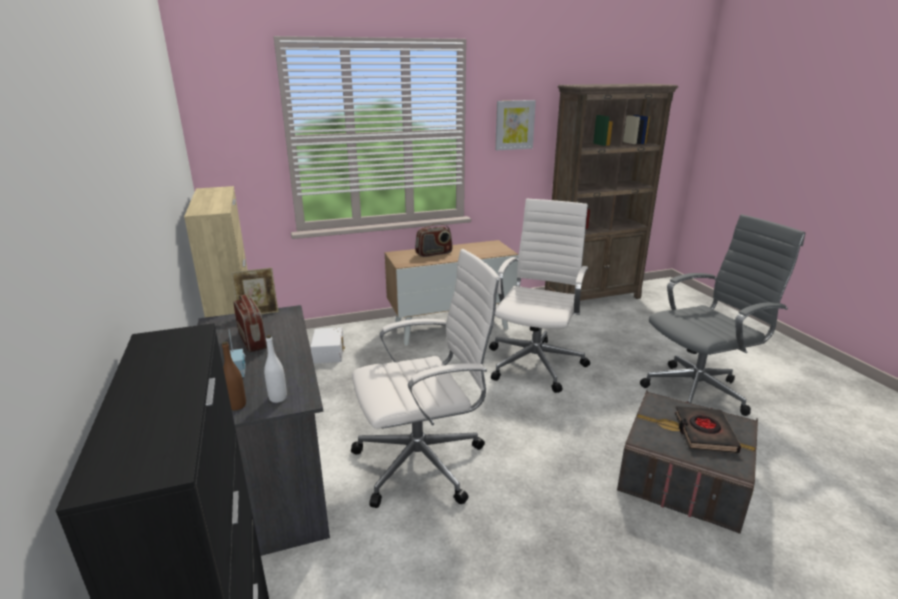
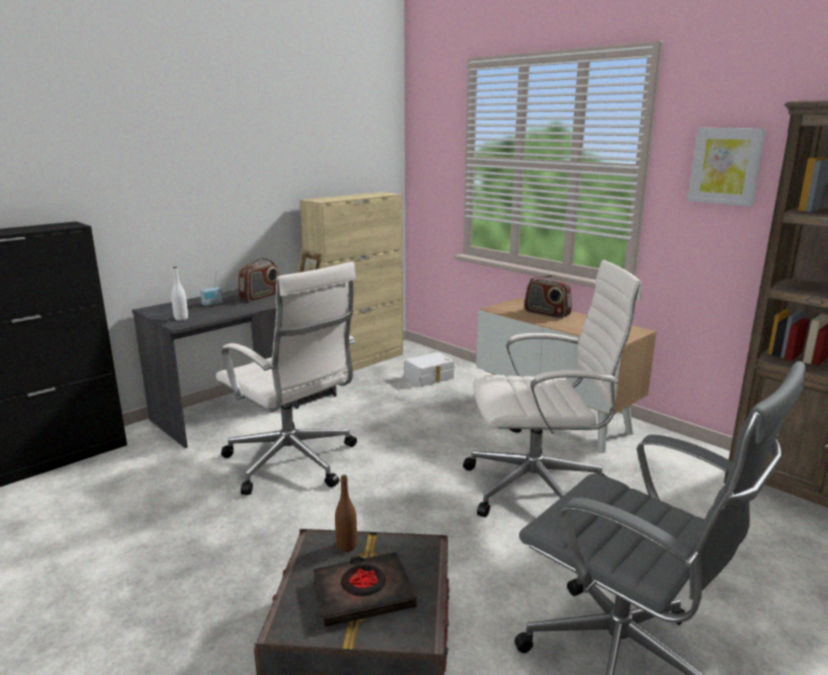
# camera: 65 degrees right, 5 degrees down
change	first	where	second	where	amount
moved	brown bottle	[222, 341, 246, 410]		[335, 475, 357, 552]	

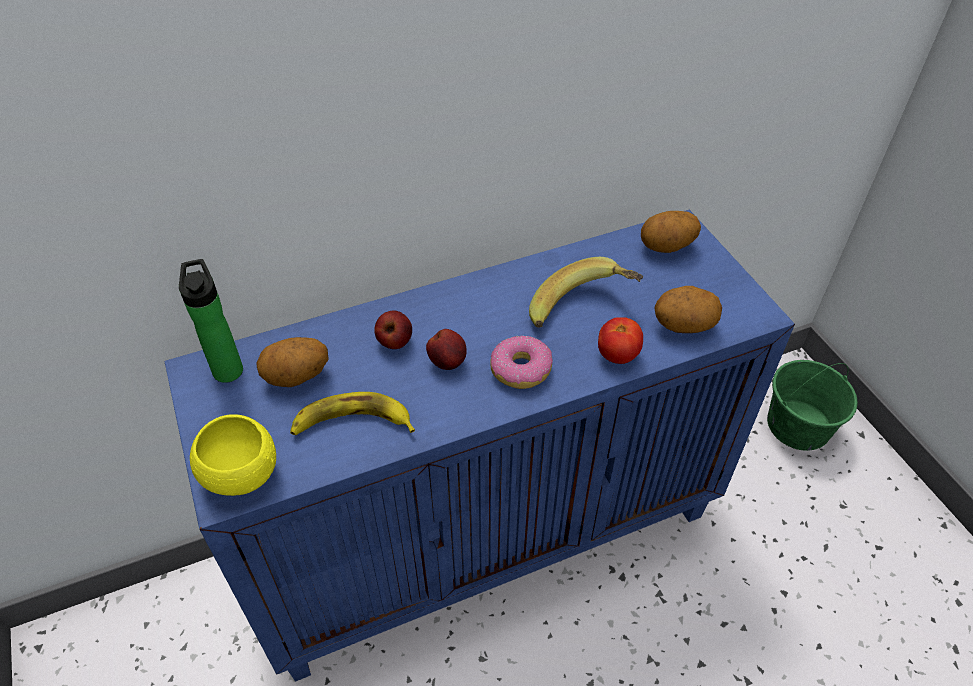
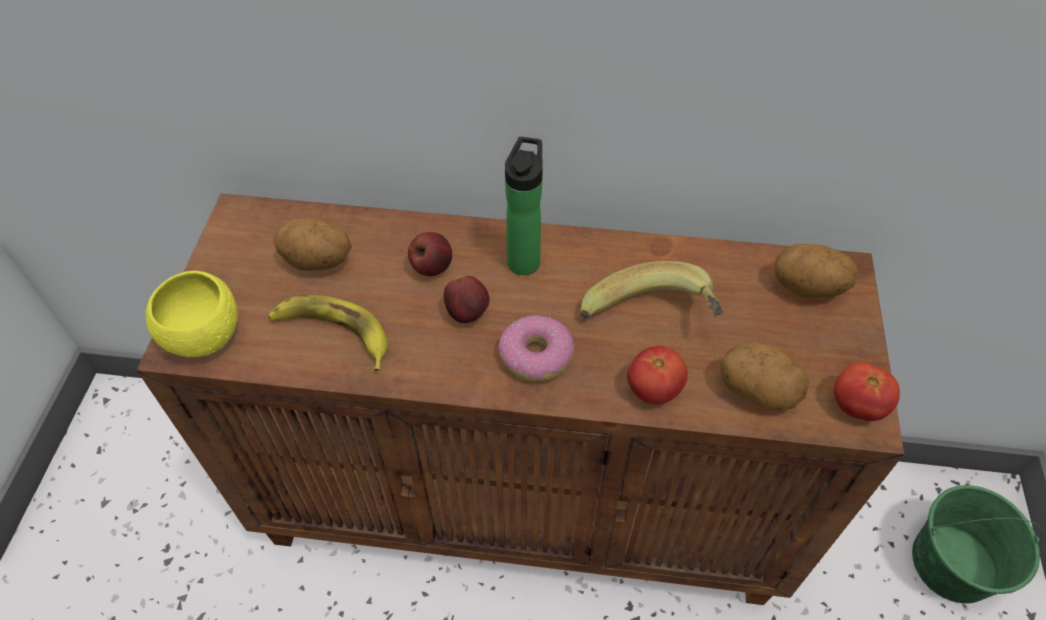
# camera: 30 degrees right, 5 degrees up
change	first	where	second	where	amount
recoloured	blue cabinet	[164, 210, 795, 682]	brown cabinet	[137, 194, 904, 605]	
moved	bottle	[179, 259, 243, 383]		[505, 137, 543, 275]	
added			tomato	[834, 362, 900, 421]	

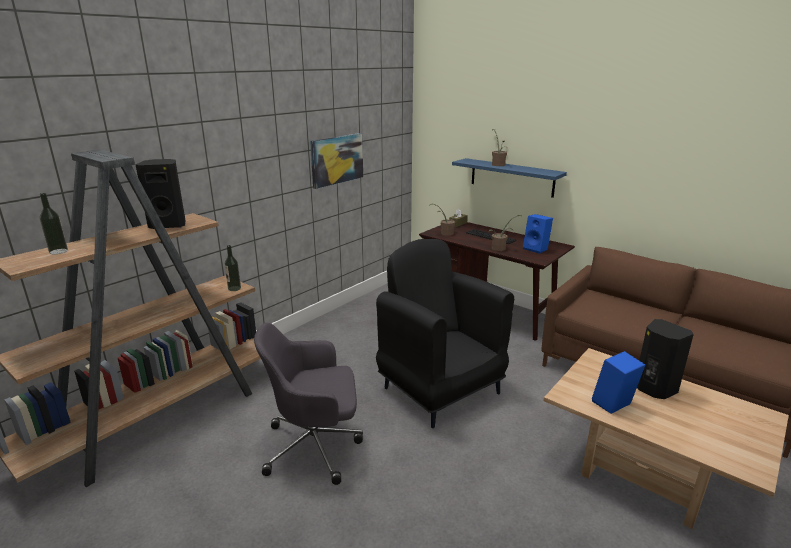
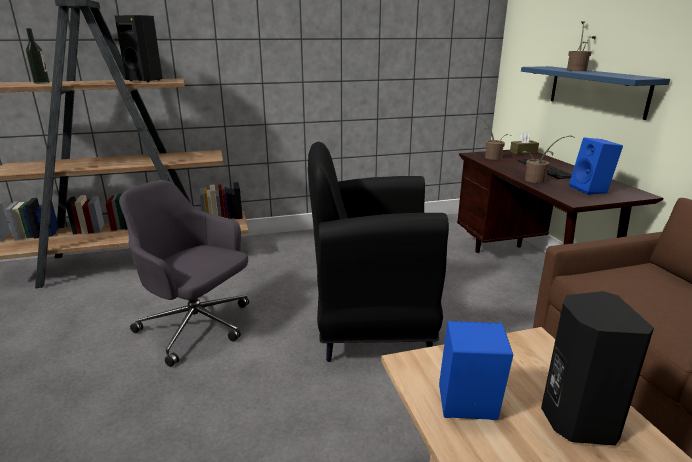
# camera: 35 degrees right, 0 degrees up
change	first	where	second	where	amount
turned	black armchair	[376, 239, 514, 428]		[308, 142, 449, 362]	90 degrees counterclockwise
removed	bottle	[225, 245, 241, 291]			
removed	picture	[310, 133, 363, 189]			

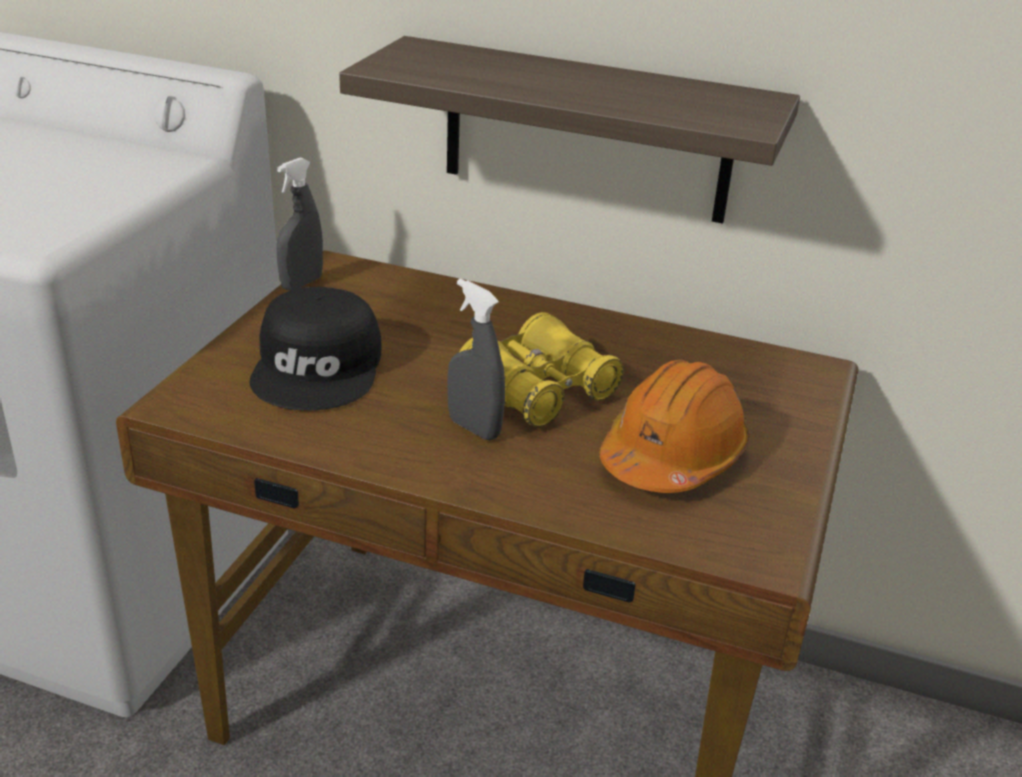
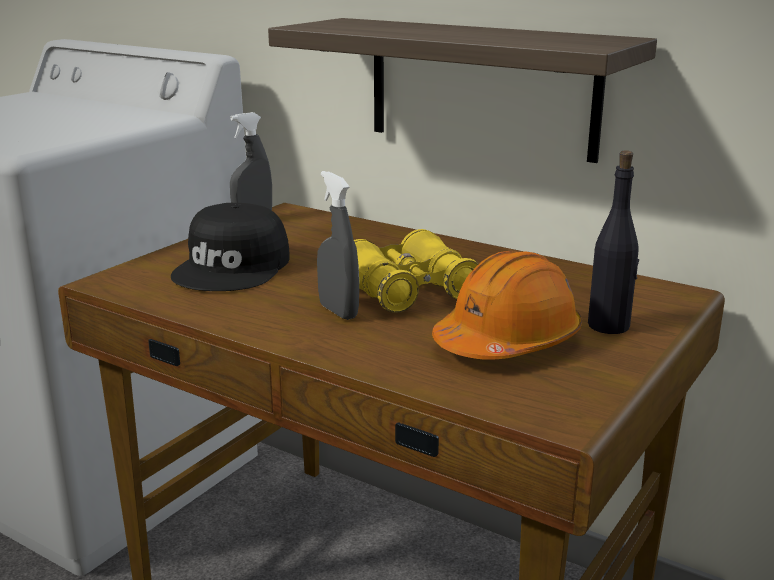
# camera: 15 degrees right, 10 degrees down
change	first	where	second	where	amount
added			black bottle	[588, 150, 639, 334]	

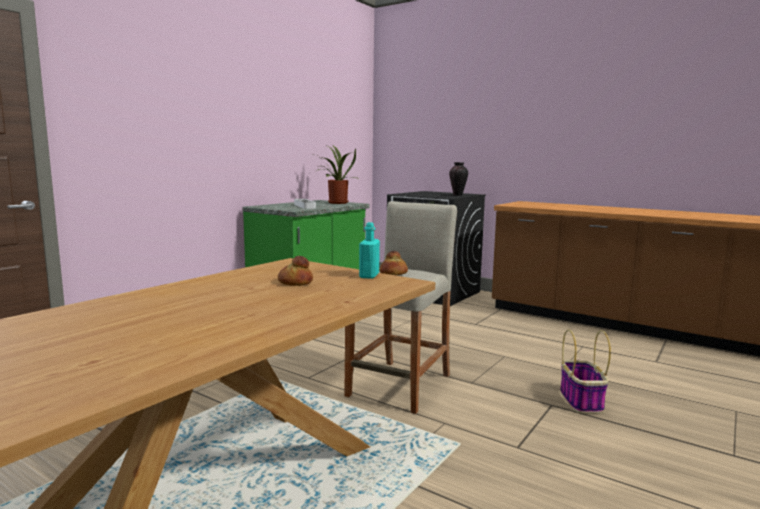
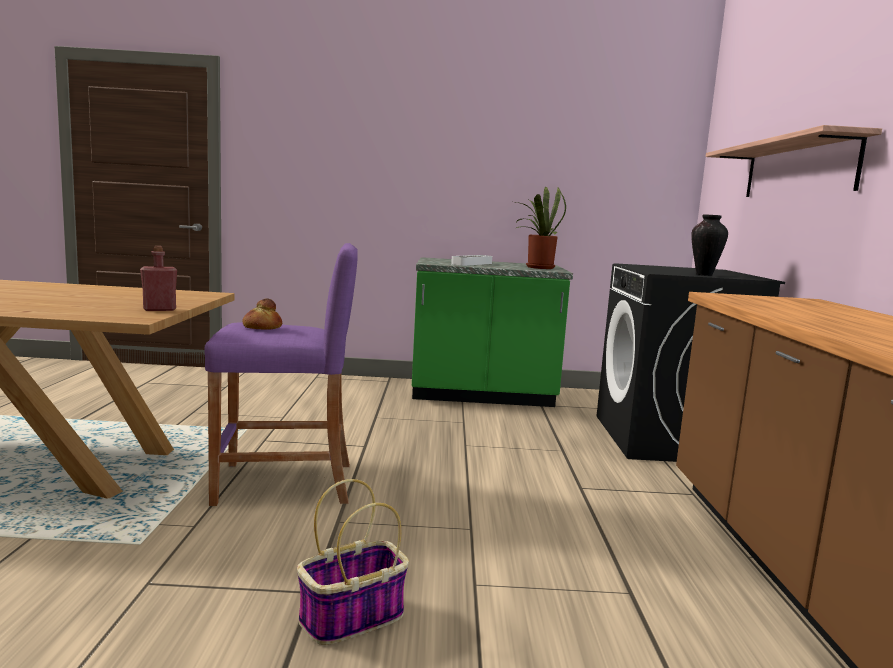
# camera: 55 degrees right, 0 degrees up
change	first	where	second	where	amount
recoloured	turquoise bottle	[359, 222, 380, 279]	red bottle	[140, 246, 177, 311]	
recoloured	beige stool	[344, 201, 457, 414]	purple stool	[204, 243, 358, 506]	
added			shelf	[706, 125, 882, 197]	
removed	bread	[278, 256, 313, 286]			

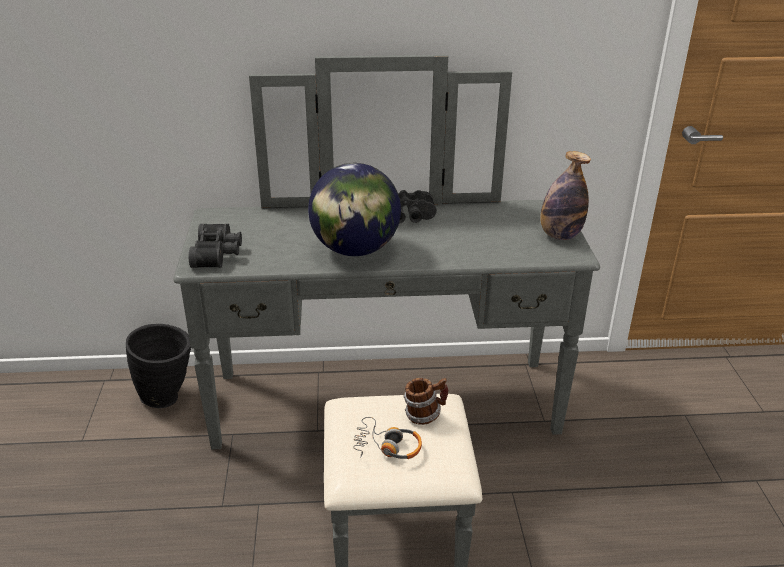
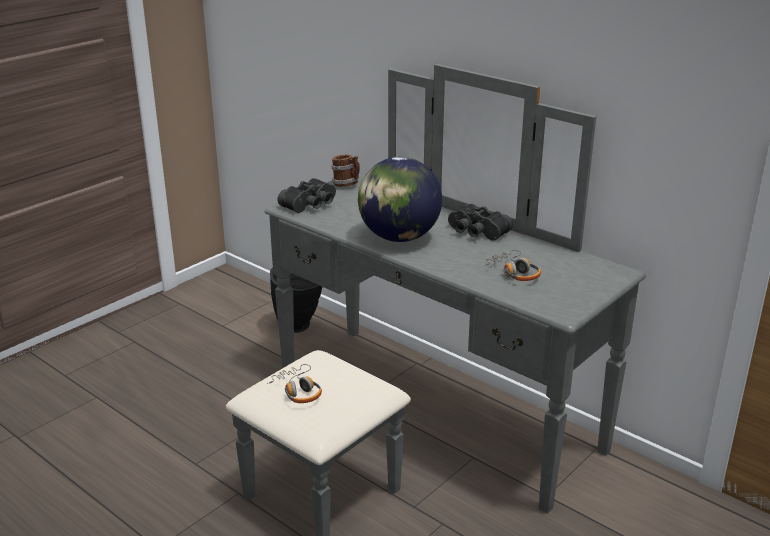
# camera: 45 degrees right, 5 degrees down
change	first	where	second	where	amount
moved	mug	[403, 378, 448, 425]		[331, 154, 360, 187]	
added			headphones	[484, 250, 541, 281]	
removed	bottle	[540, 151, 591, 240]			

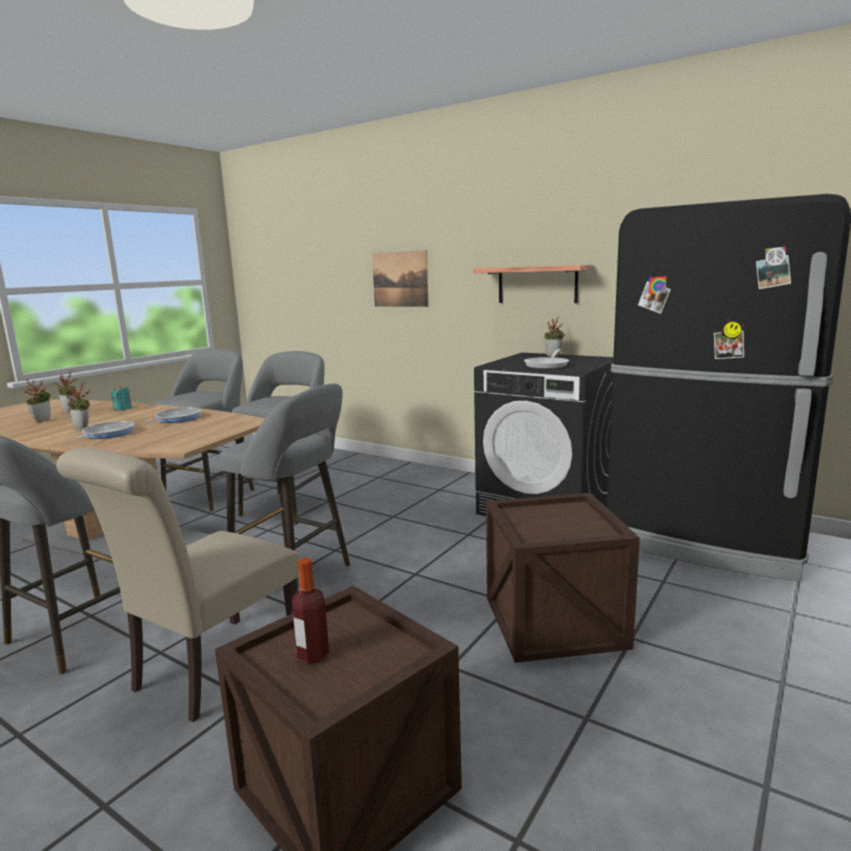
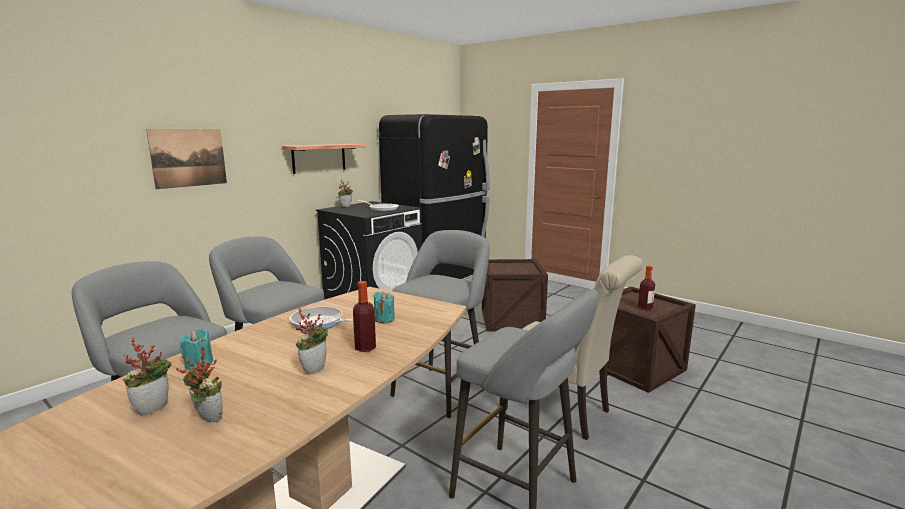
# camera: 85 degrees left, 0 degrees up
change	first	where	second	where	amount
replaced	frying pan	[76, 421, 135, 439]	bottle	[353, 281, 376, 352]	
added			turquoise candle	[373, 291, 395, 323]	

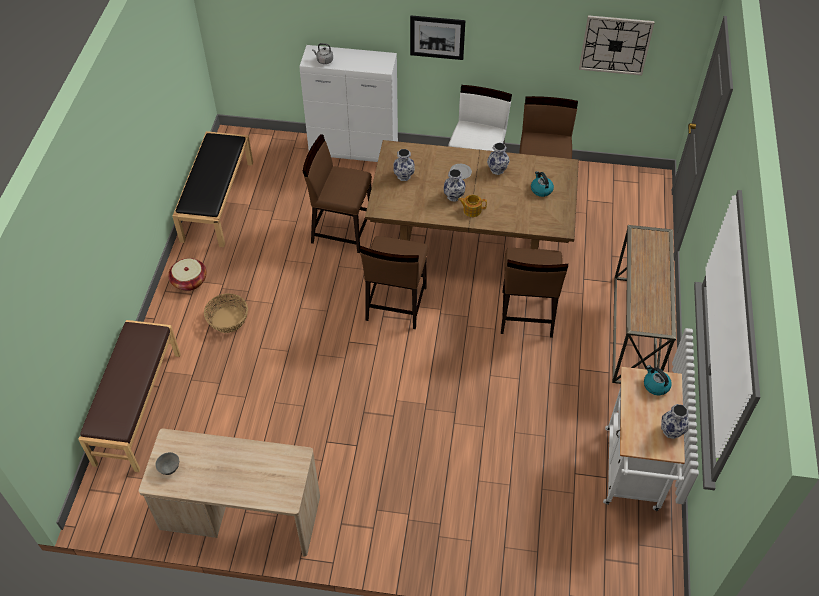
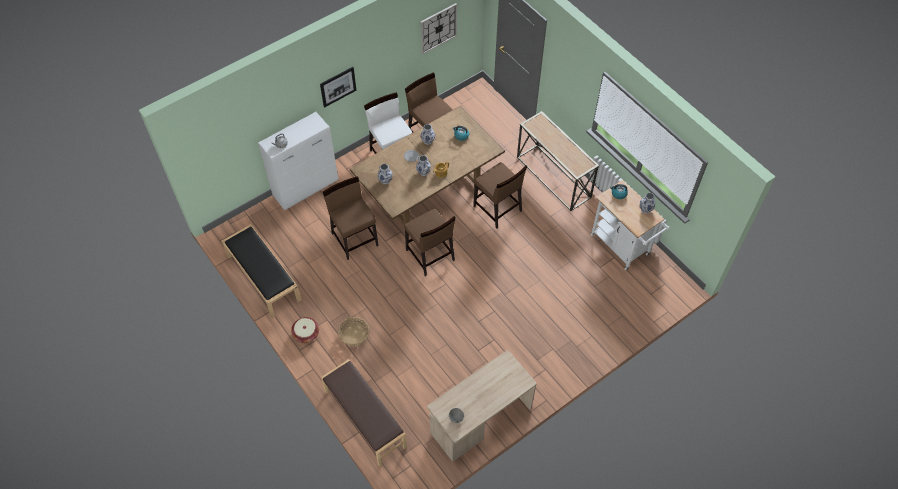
# camera: 45 degrees left, 5 degrees up
change	first	where	second	where	amount
turned	brown chair	[302, 134, 372, 253]		[323, 176, 378, 260]	90 degrees clockwise

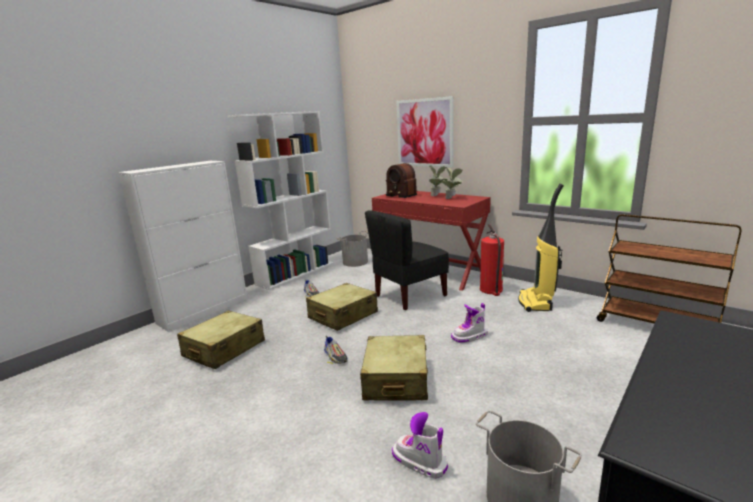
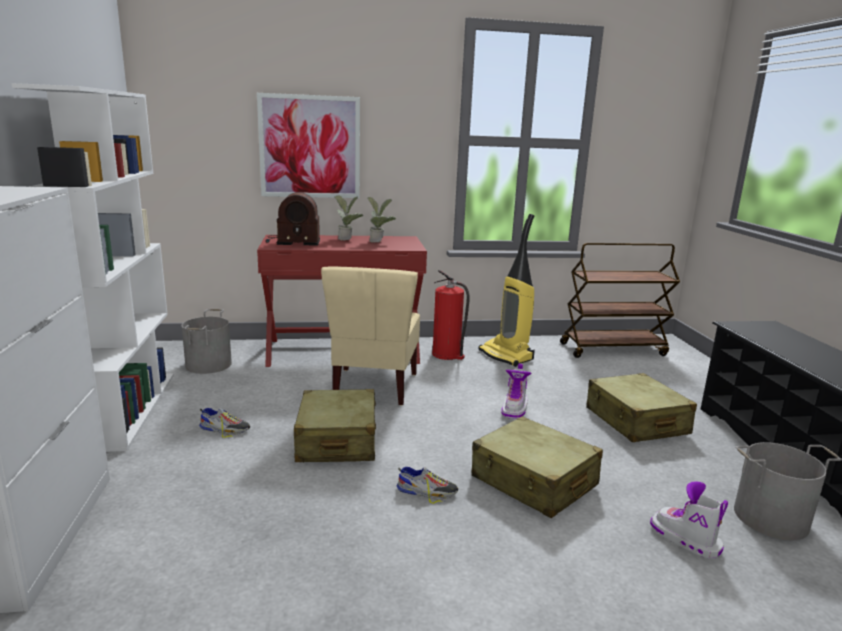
# camera: 50 degrees left, 0 degrees up
change	first	where	second	where	amount
recoloured	black chair	[365, 210, 449, 310]	beige chair	[321, 267, 420, 406]	
moved	beige suitcase	[177, 311, 265, 369]		[586, 373, 697, 442]	
turned	boot	[392, 412, 448, 479]		[650, 481, 728, 559]	60 degrees clockwise

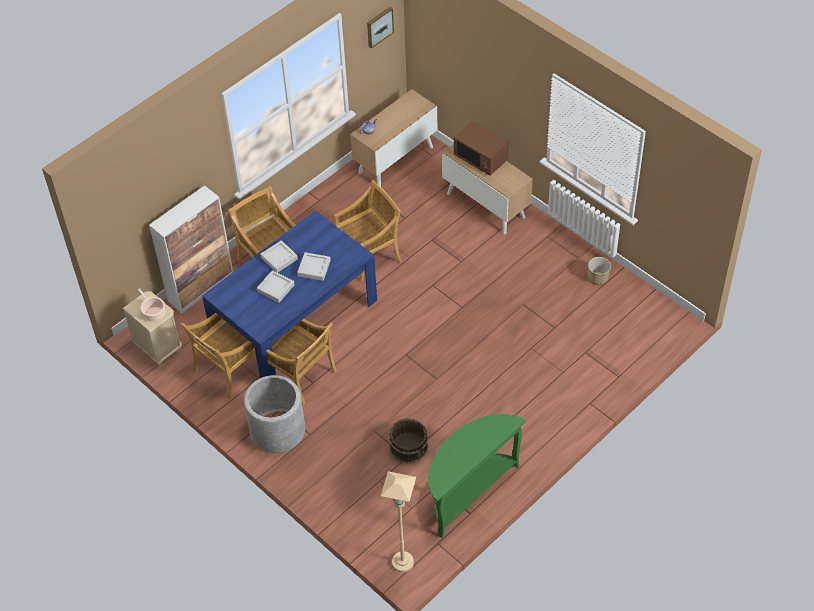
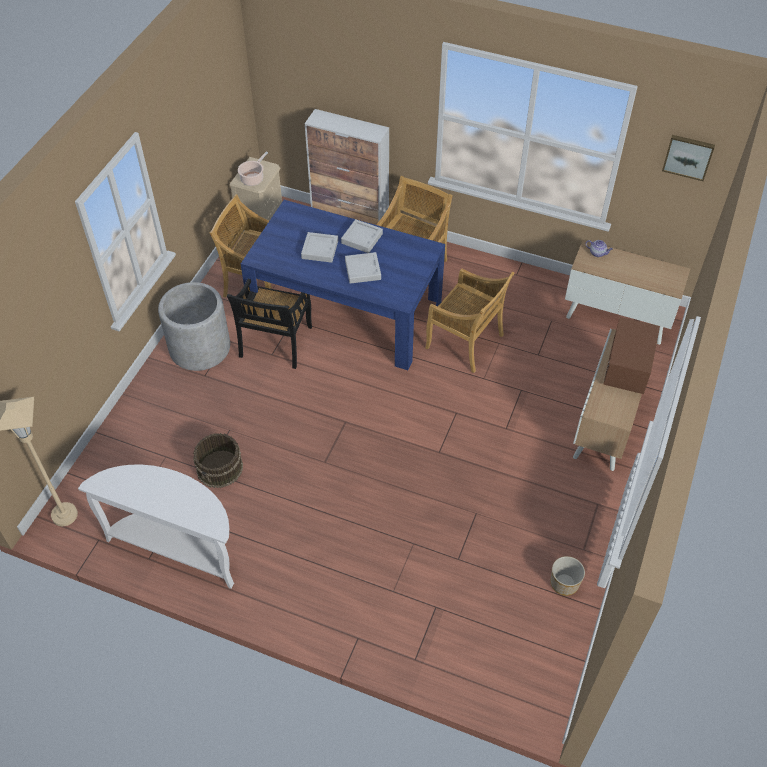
# camera: 65 degrees right, 0 degrees up
change	first	where	second	where	amount
recoloured	green console table	[428, 414, 526, 538]	white console table	[78, 465, 234, 589]	
recoloured	beige chair	[266, 319, 337, 406]	black chair	[227, 279, 312, 369]	

